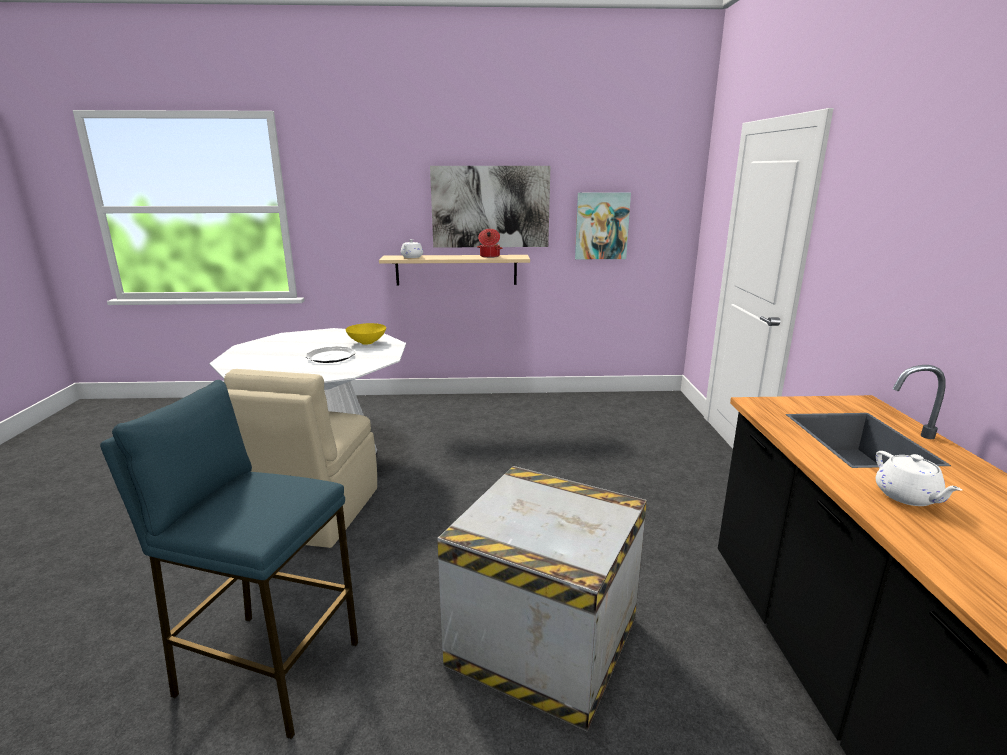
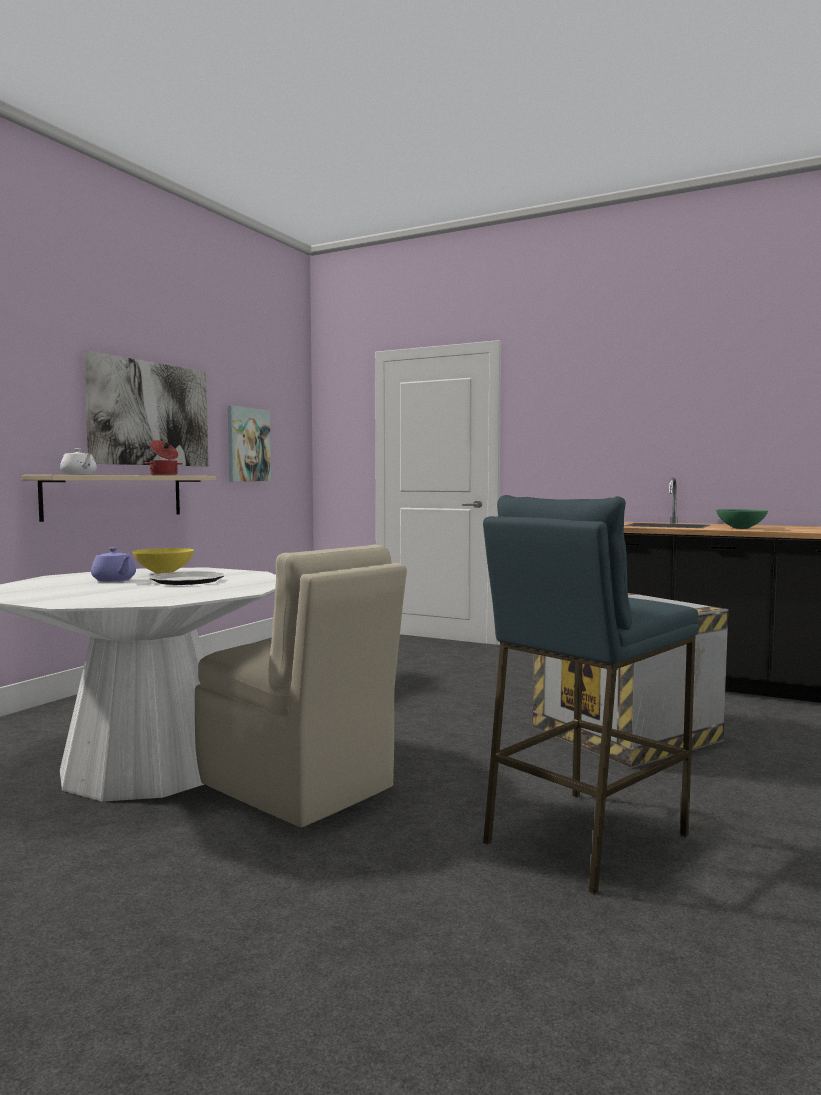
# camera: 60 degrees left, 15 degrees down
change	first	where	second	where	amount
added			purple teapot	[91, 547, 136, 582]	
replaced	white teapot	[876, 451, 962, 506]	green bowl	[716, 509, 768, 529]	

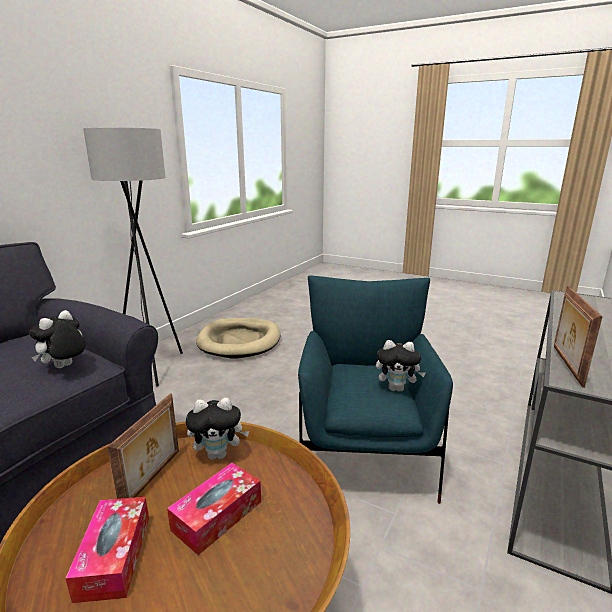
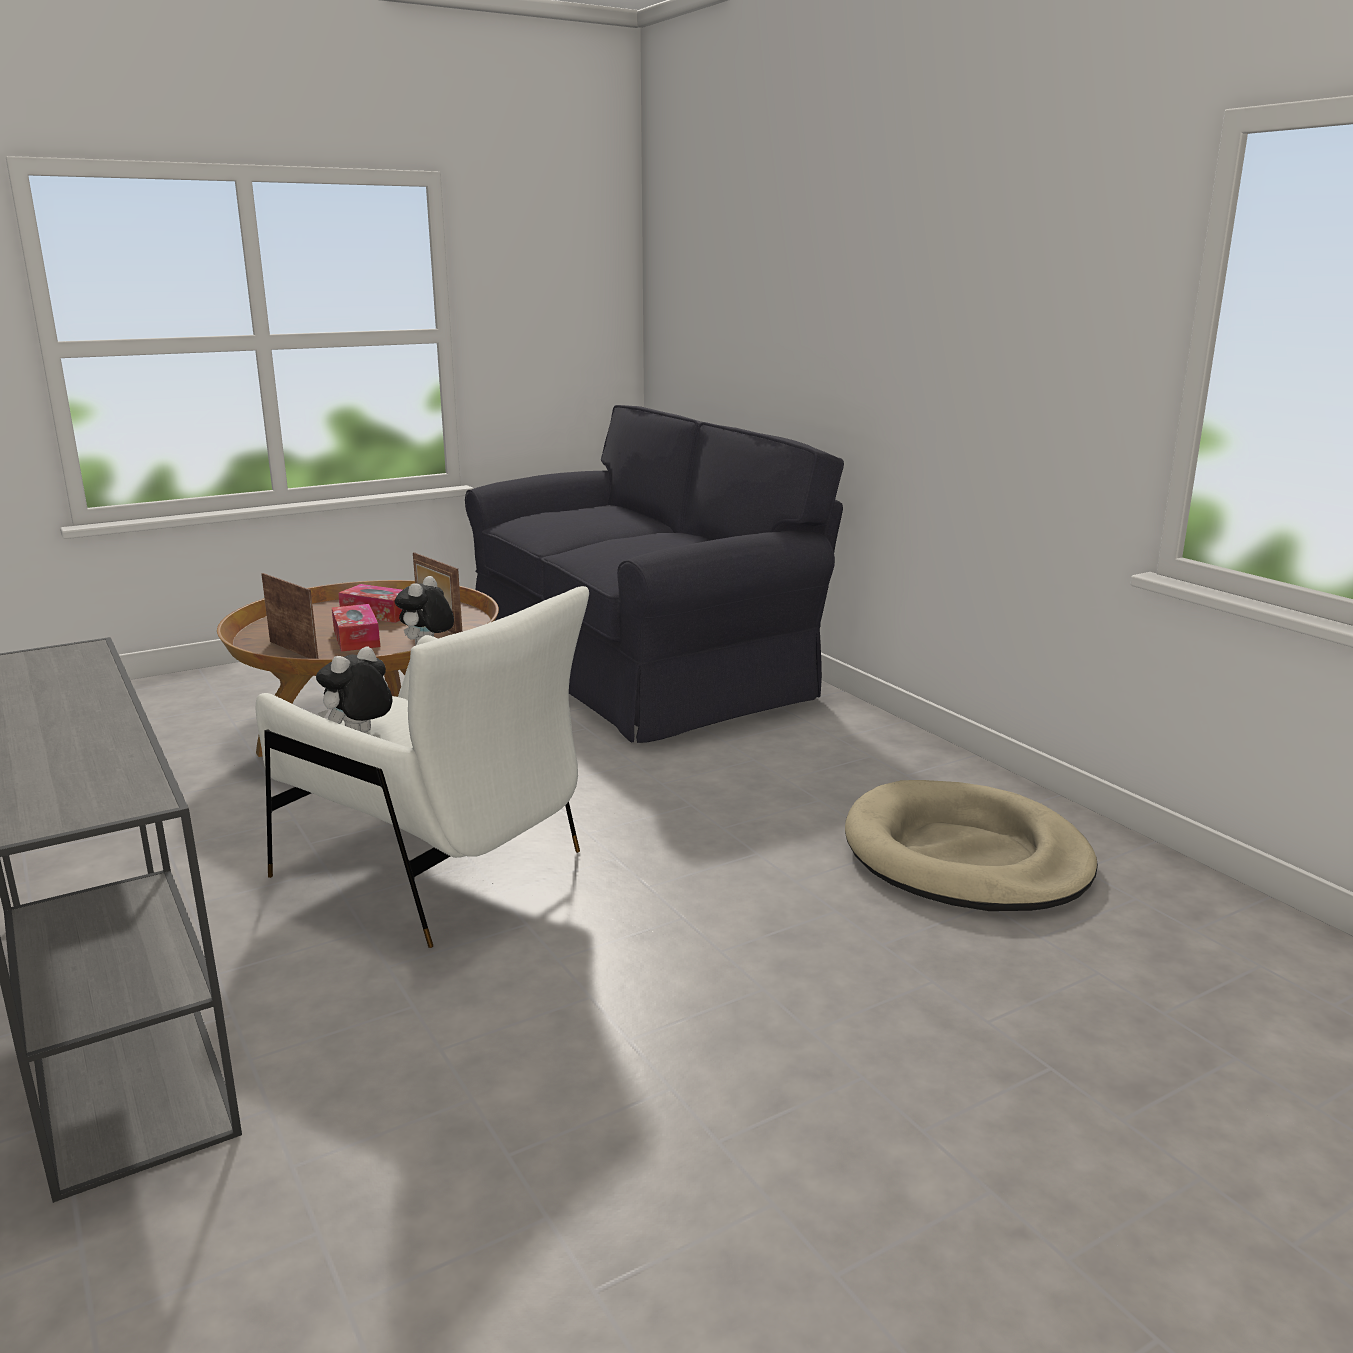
# camera: 120 degrees right, 0 degrees up
change	first	where	second	where	amount
recoloured	blue armchair	[298, 275, 453, 504]	white armchair	[256, 586, 589, 948]	
moved	picture frame	[554, 286, 603, 388]		[261, 573, 318, 659]	
removed	plush toy	[29, 310, 86, 368]			
removed	grey floor lamp	[83, 127, 183, 387]			

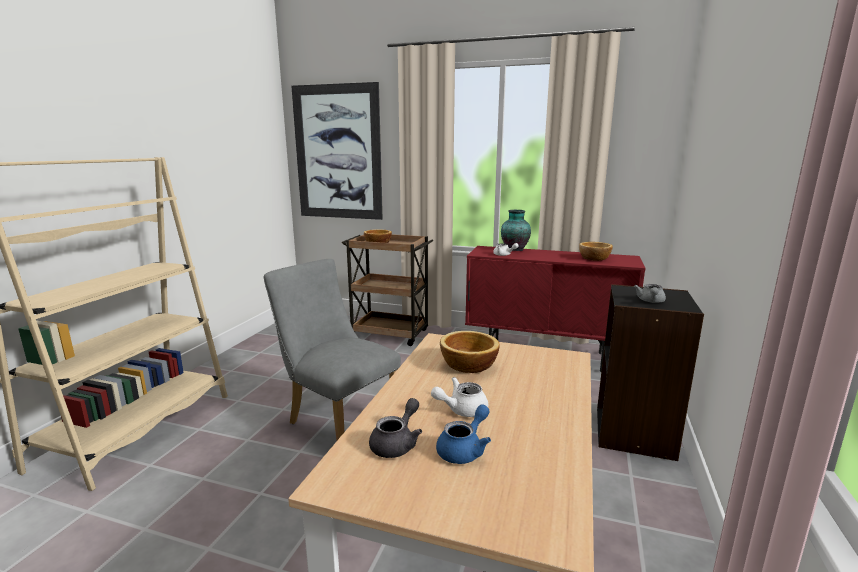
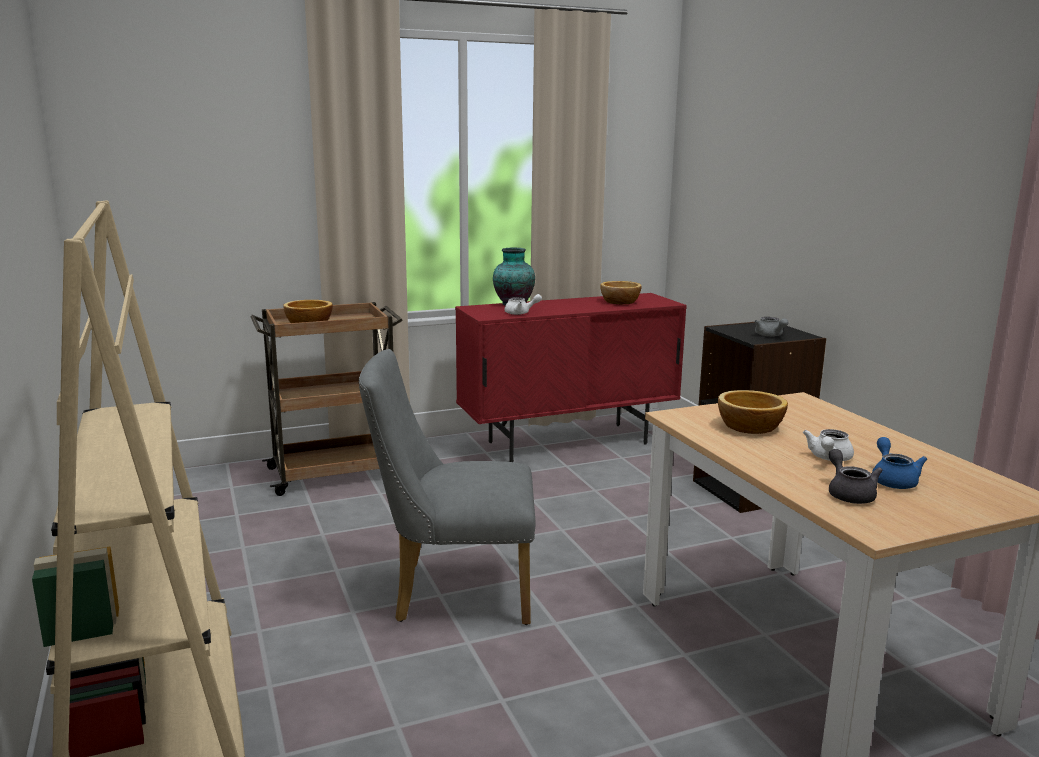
# camera: 40 degrees left, 0 degrees up
change	first	where	second	where	amount
removed	picture	[291, 82, 383, 220]			

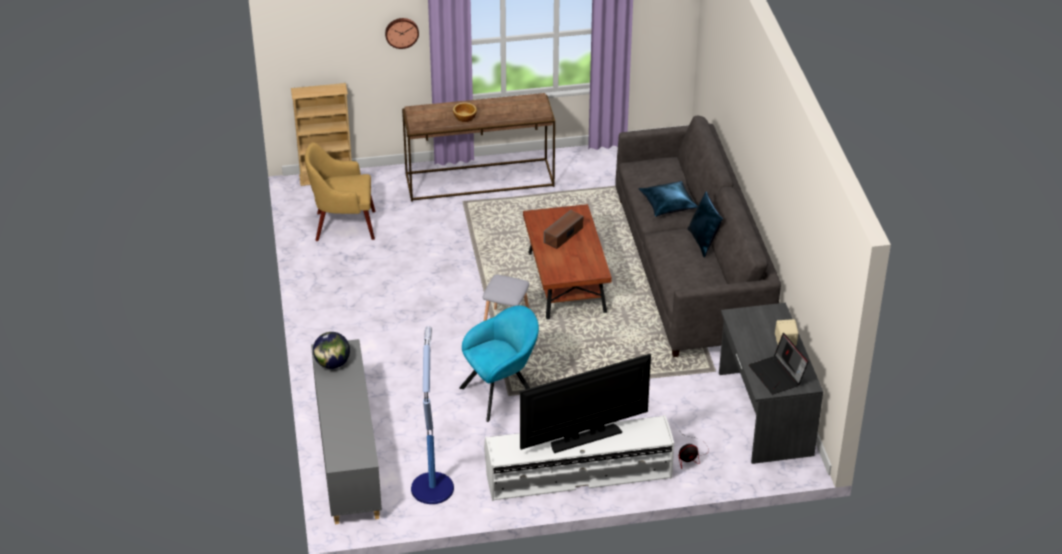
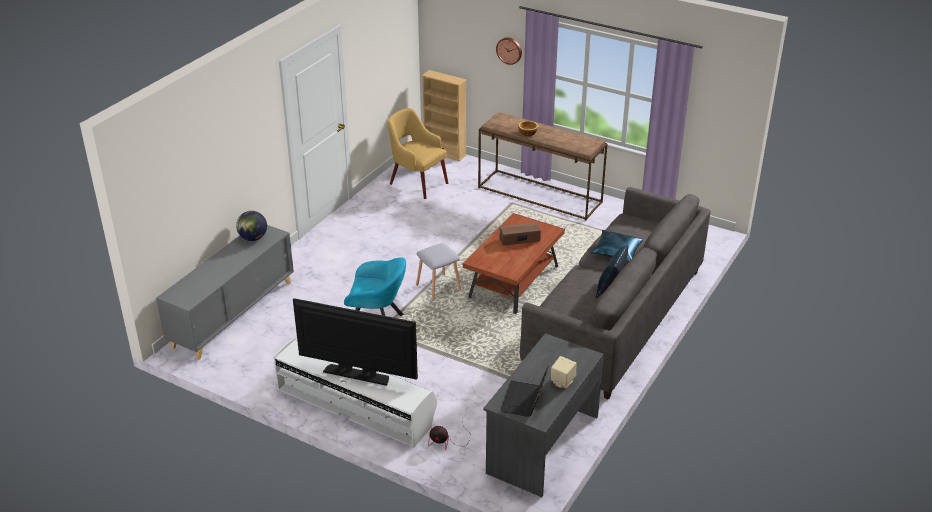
# camera: 40 degrees right, 5 degrees down
change	first	where	second	where	amount
removed	floor lamp	[411, 326, 454, 504]			

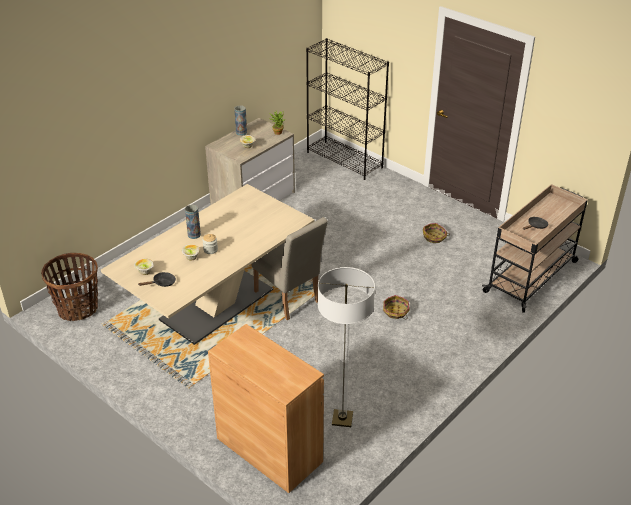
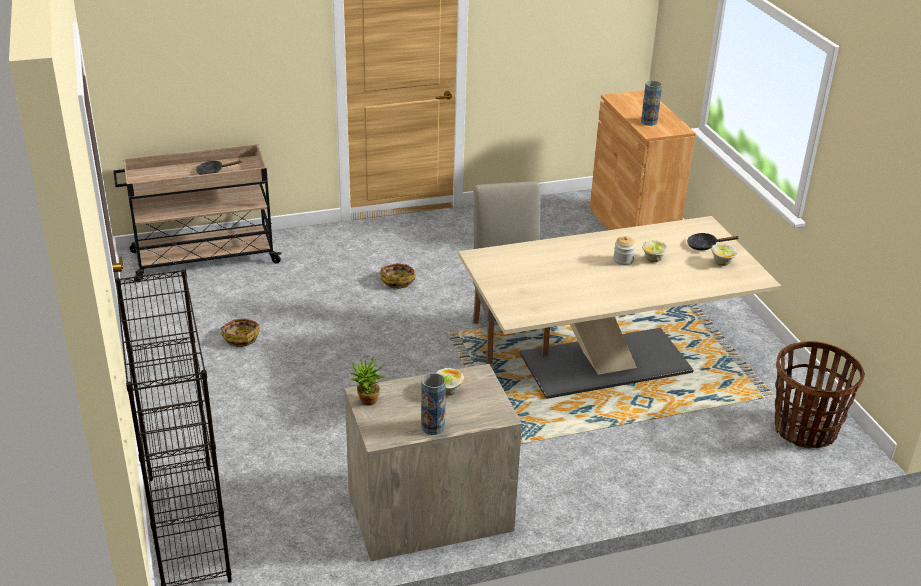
# camera: 150 degrees left, 5 degrees down
change	first	where	second	where	amount
moved	vase	[185, 205, 201, 239]		[641, 81, 662, 126]	
removed	floor lamp	[318, 267, 375, 427]			

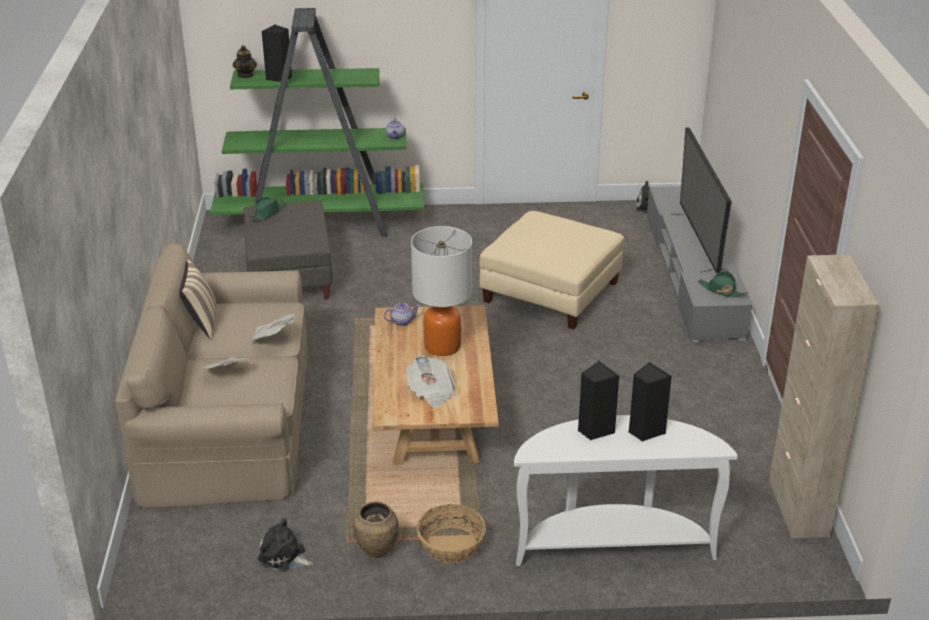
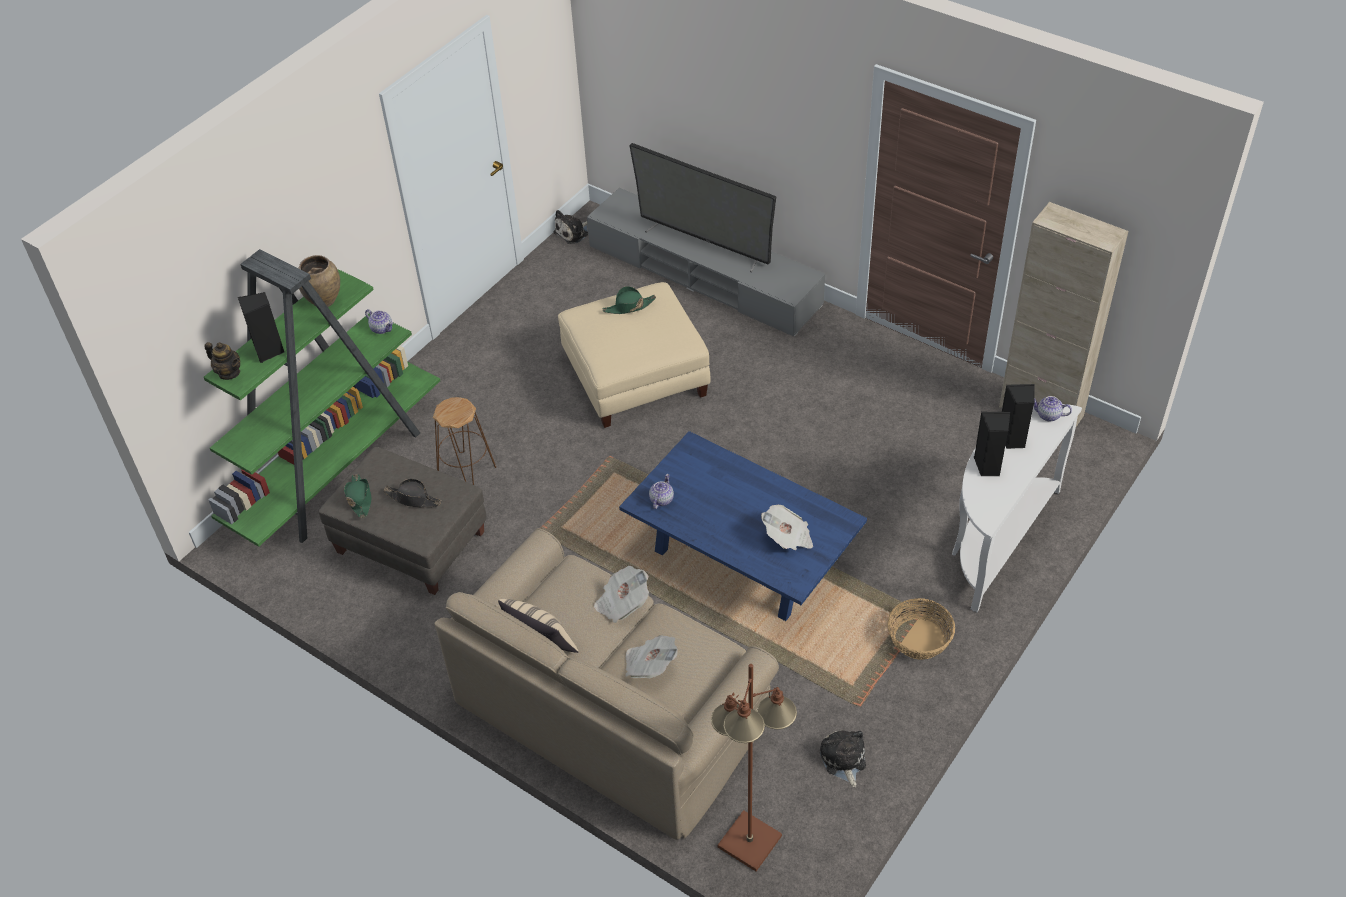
# camera: 50 degrees left, 15 degrees up
change	first	where	second	where	amount
moved	brown vase	[353, 501, 399, 558]		[298, 255, 340, 307]	
added			black hat	[383, 479, 442, 508]	
added			brown stool	[433, 397, 496, 485]	
moved	green hat	[698, 271, 748, 298]		[603, 286, 656, 314]	
recoloured	beige coffee table	[373, 305, 499, 465]	blue coffee table	[619, 431, 867, 621]	
added			brown floor lamp	[711, 664, 797, 871]	
turned	plush toy	[258, 518, 313, 571]		[820, 730, 866, 788]	105 degrees clockwise
added			teapot	[1034, 396, 1072, 422]	
removed	table lamp	[411, 226, 472, 356]			

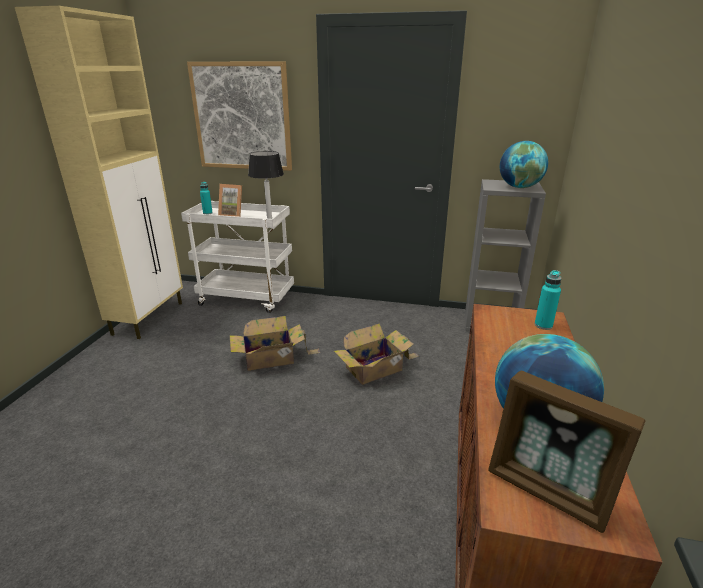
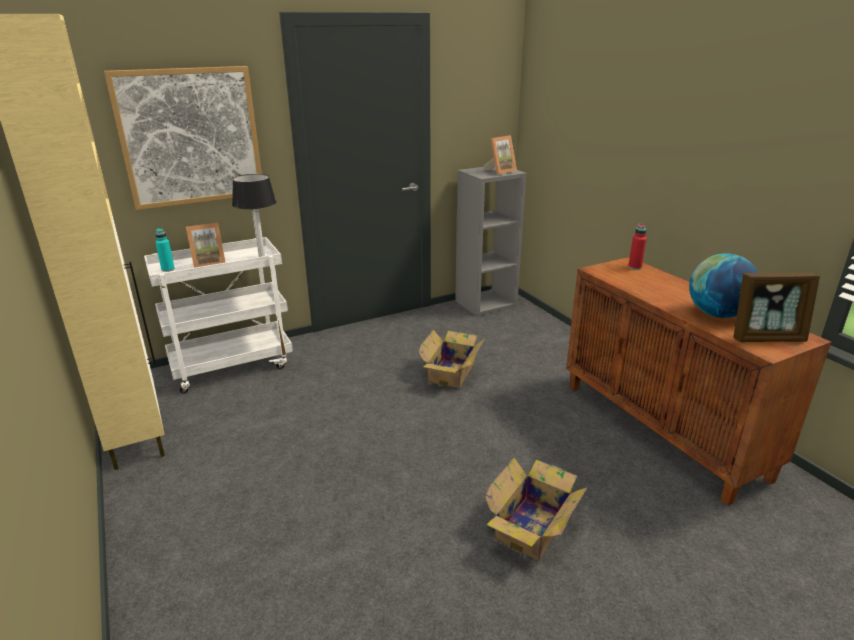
# camera: 40 degrees left, 0 degrees up
change	first	where	second	where	amount
replaced	globe	[500, 141, 548, 188]	picture frame	[484, 135, 517, 175]	
moved	cardboard box	[230, 316, 320, 371]		[485, 457, 588, 561]	
recoloured	turquoise bottle	[535, 270, 561, 330]	red bottle	[628, 224, 647, 270]	

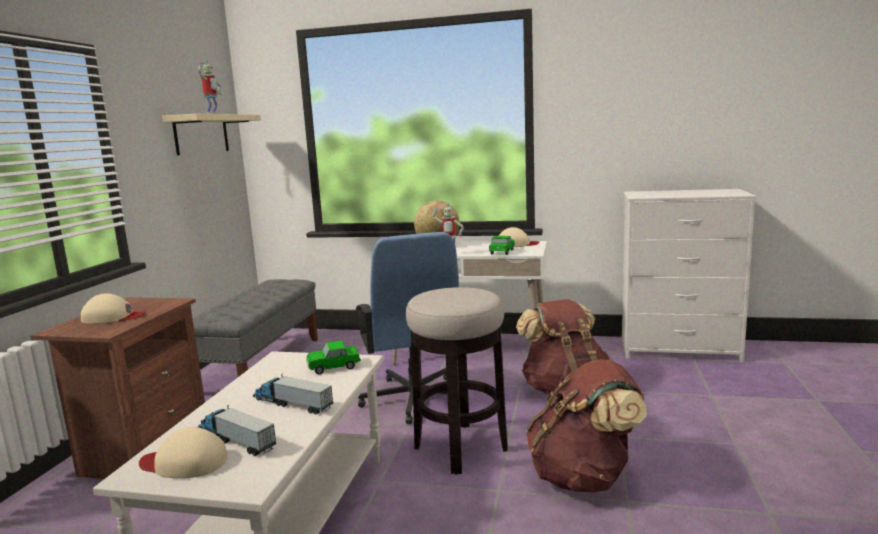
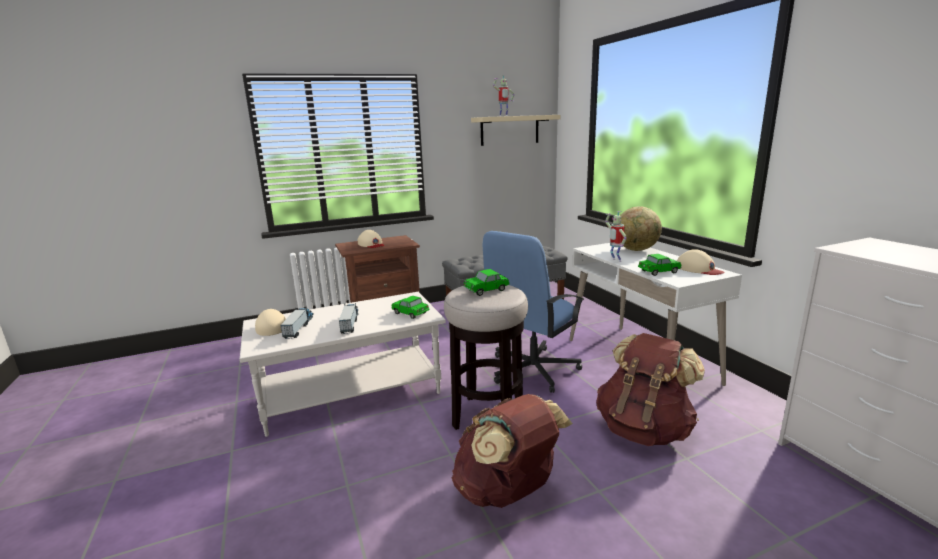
# camera: 55 degrees right, 5 degrees up
change	first	where	second	where	amount
added			toy car	[463, 269, 509, 296]	

